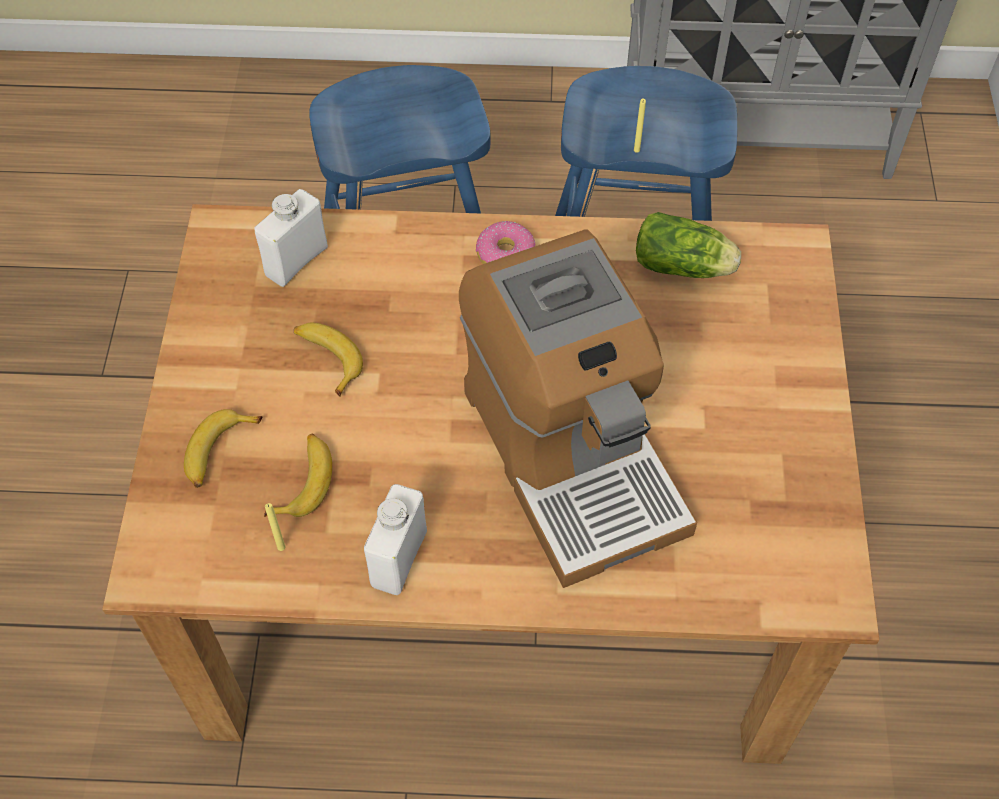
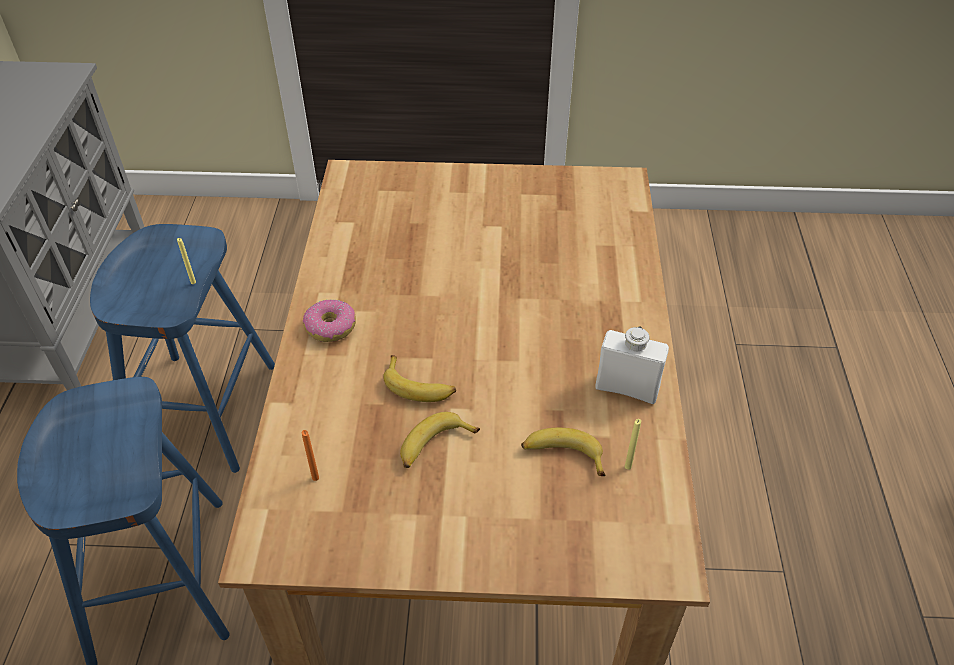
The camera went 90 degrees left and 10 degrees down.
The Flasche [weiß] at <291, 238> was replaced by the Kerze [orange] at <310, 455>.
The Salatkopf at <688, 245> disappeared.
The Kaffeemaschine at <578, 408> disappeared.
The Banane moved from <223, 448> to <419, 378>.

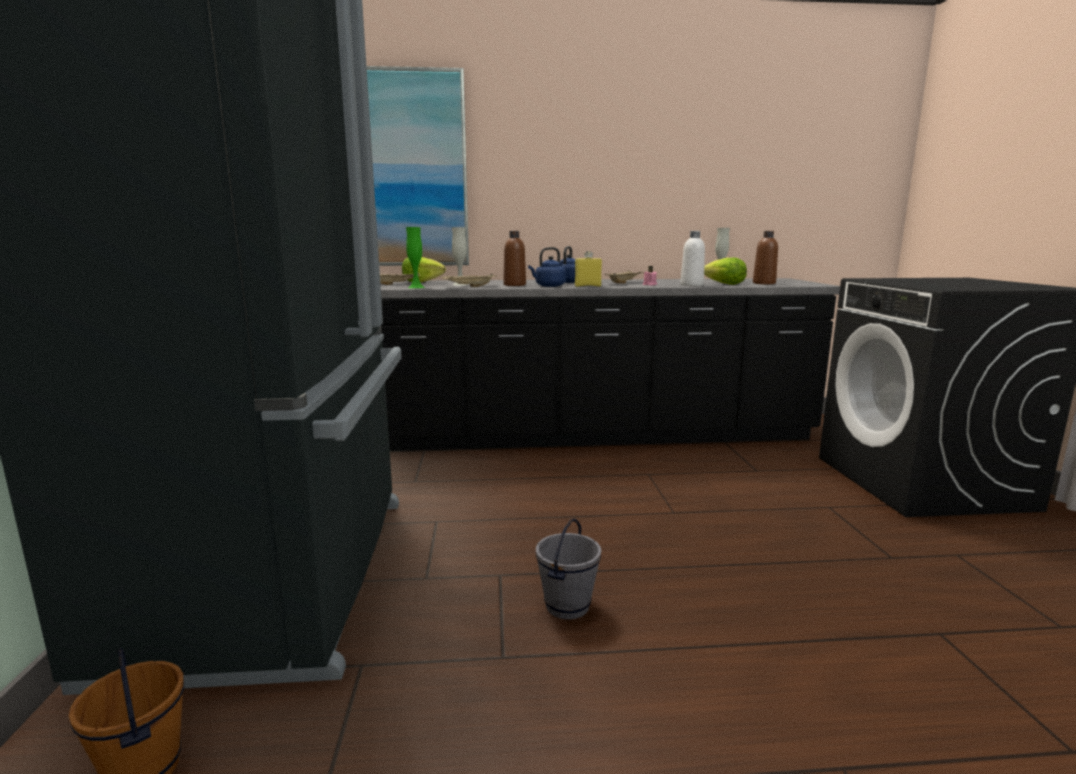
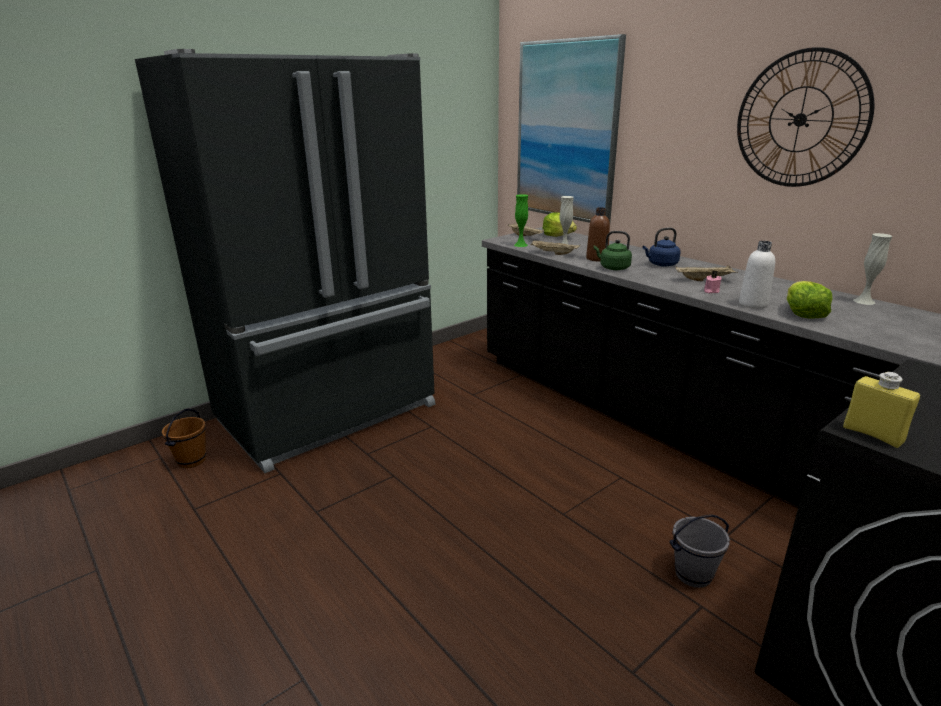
The camera went 55 degrees right and 10 degrees up.
The Flasche [braun] at <765, 257> disappeared.
The Wasserkessel [blau] at <547, 267> became the Wasserkessel [grün] at <613, 250>.
The Flasche [gelb] moved from <588, 269> to <881, 410>.
The Eimer [grau] moved from <569, 568> to <699, 551>.
The Wanduhr at <805, 117> appeared.

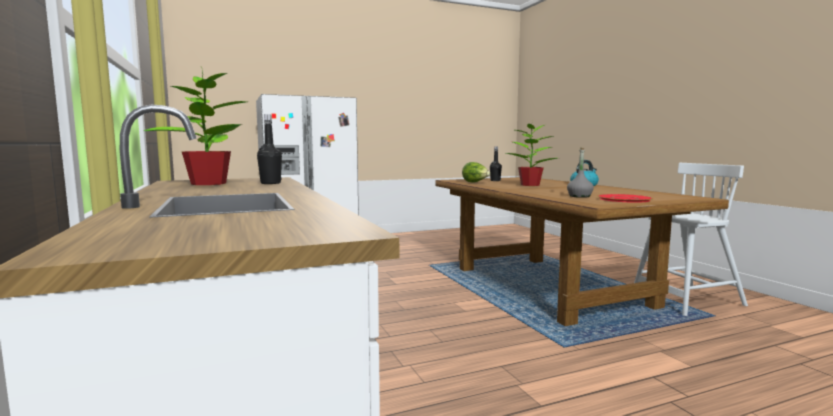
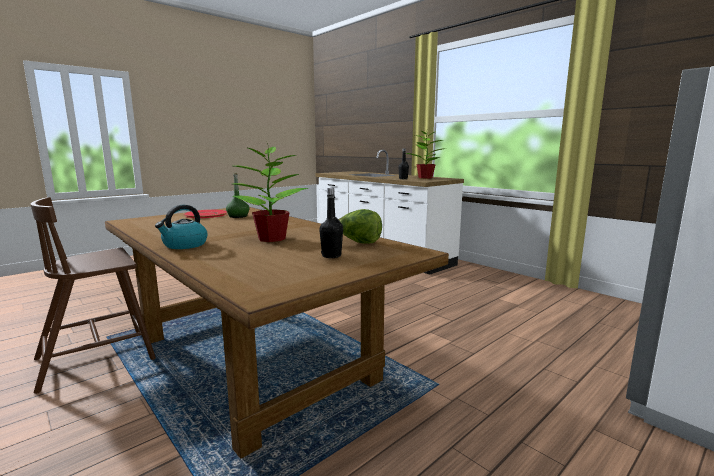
The camera went 160 degrees right and 5 degrees up.
The Flasche [grau] at <580, 173> became the Flasche [grün] at <238, 195>.
The Stuhl [weiß] at <691, 239> became the Stuhl [braun] at <93, 295>.

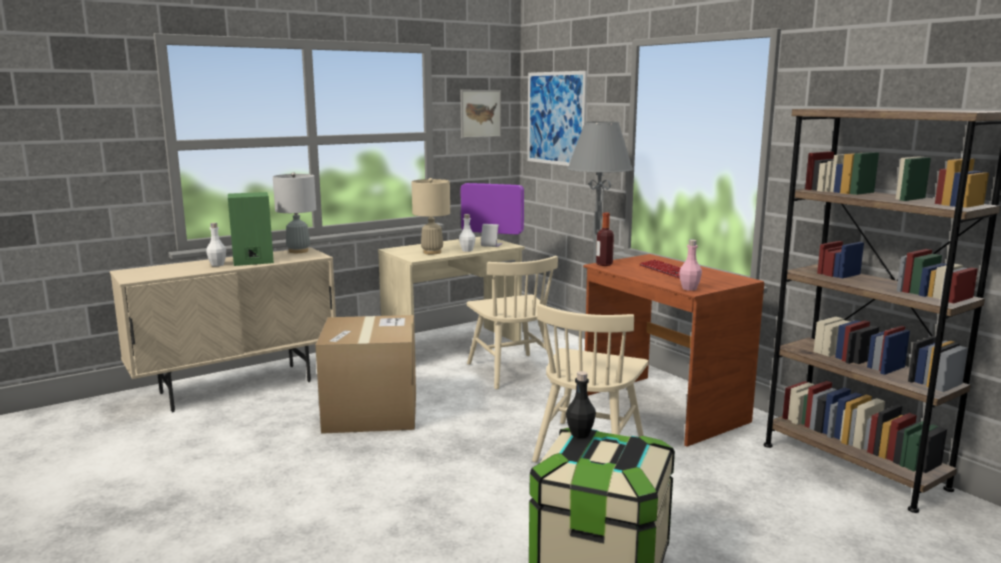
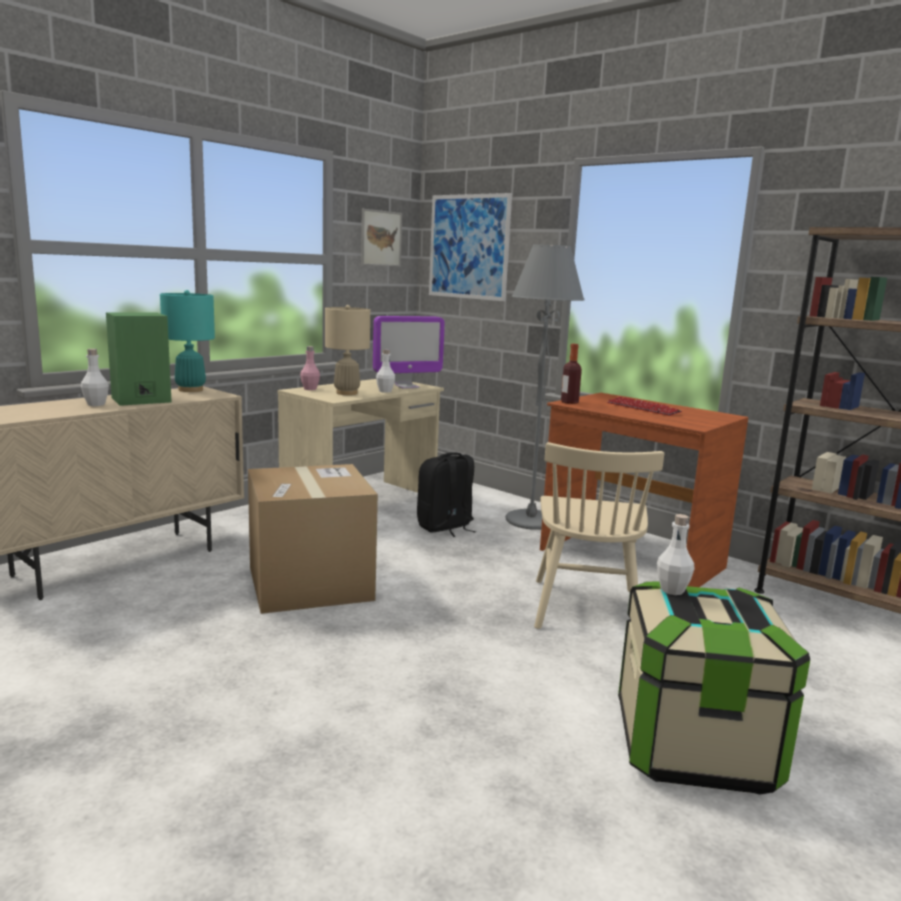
The camera went 15 degrees left and 0 degrees up.
The Tischlampe [grau] at <294, 212> became the Tischlampe [türkis] at <187, 341>.
The Monitor at <492, 215> turned 150 degrees clockwise.
The Flasche [rosa] moved from <690, 265> to <310, 368>.
The Stuhl [beige] at <512, 322> was replaced by the Rucksack [schwarz] at <446, 494>.
The Flasche [schwarz] at <581, 404> became the Flasche [weiß] at <675, 554>.

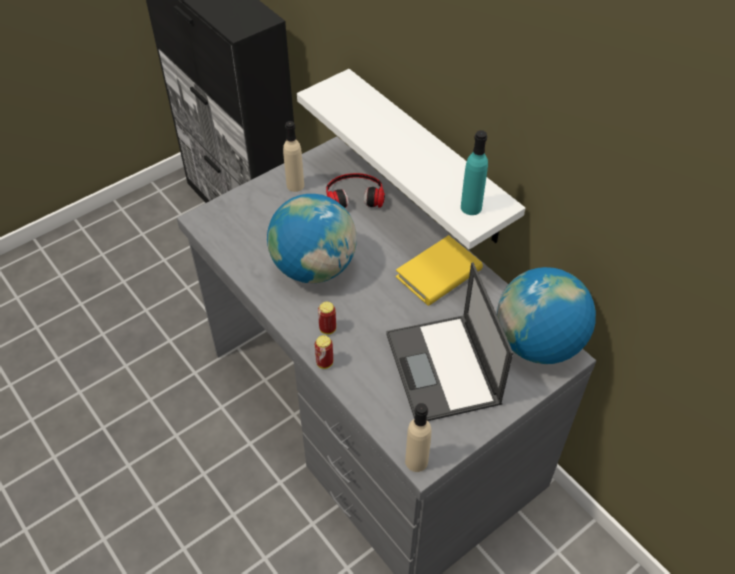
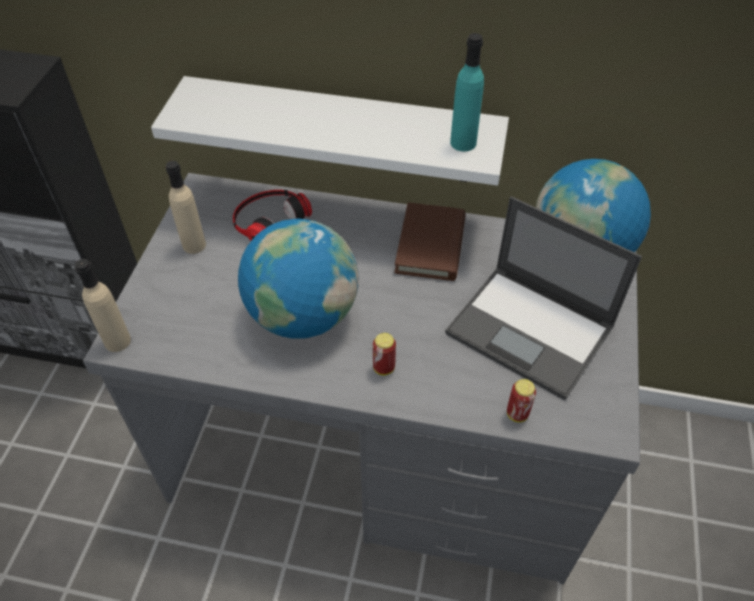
The camera went 40 degrees left and 0 degrees up.
The Buch [gelb] at <439, 270> became the Buch [braun] at <429, 241>.
The Dose moved from <324, 352> to <521, 400>.
The Flasche [beige] moved from <418, 437> to <103, 305>.

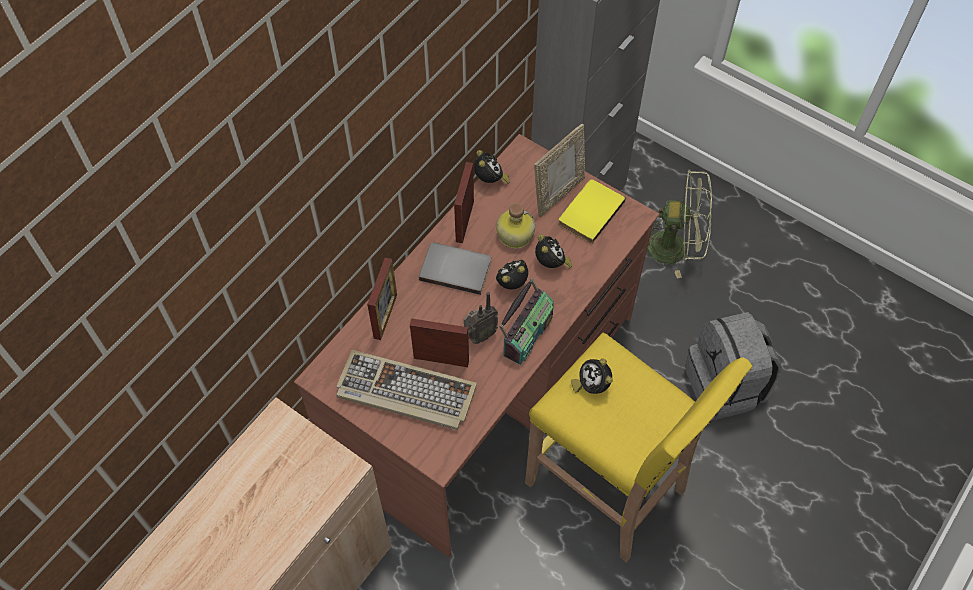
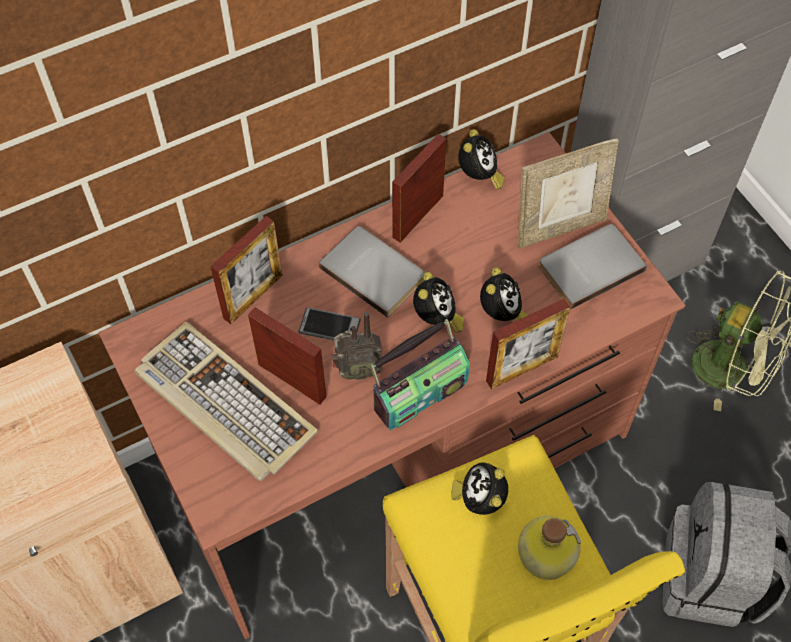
The camera went 25 degrees right and 0 degrees up.
The Buch [gelb] at <592, 211> became the Buch [grau] at <593, 266>.
The Flasche moved from <515, 226> to <549, 548>.
The Wecker at <512, 274> turned 105 degrees clockwise.
The Bilderrahmen at <528, 343> appeared.
The Handy at <329, 324> appeared.

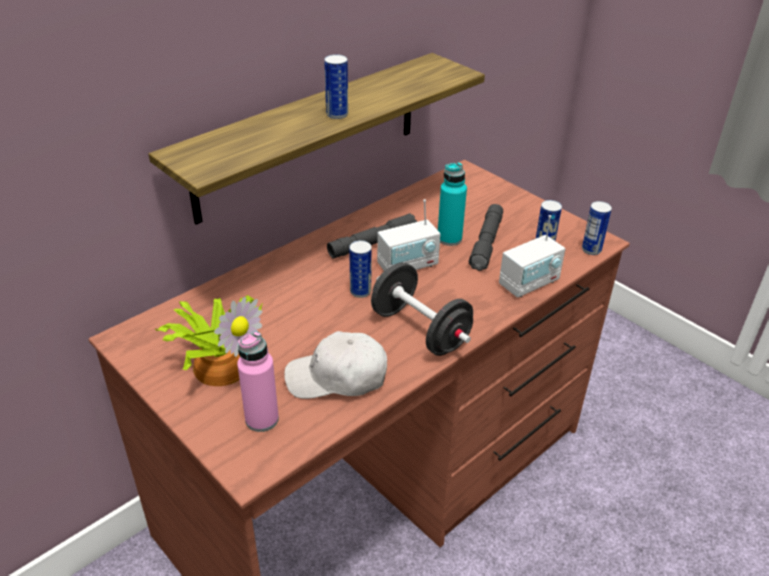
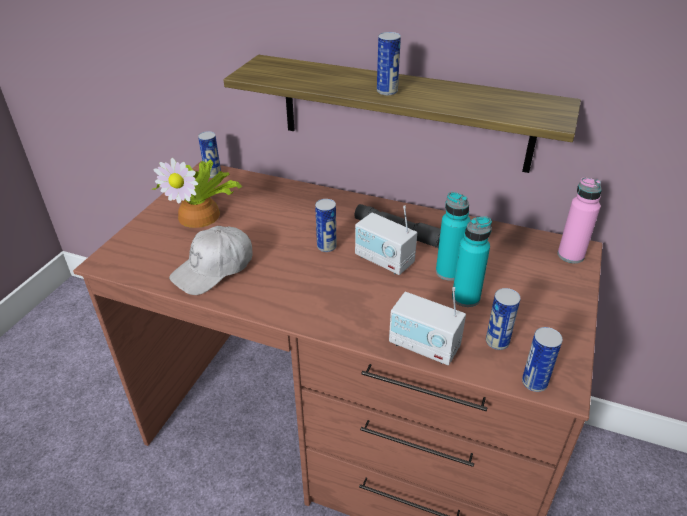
The camera went 65 degrees right and 0 degrees up.
The Taschenlampe [grau] at <486, 237> was replaced by the Flasche [türkis] at <472, 261>.
The Hantel [schwarz] at <422, 309> disappeared.
The Flasche [rosa] moved from <258, 381> to <580, 220>.
The Kappe [weiß] at <335, 365> turned 105 degrees counterclockwise.
The Dose at <209, 154> appeared.

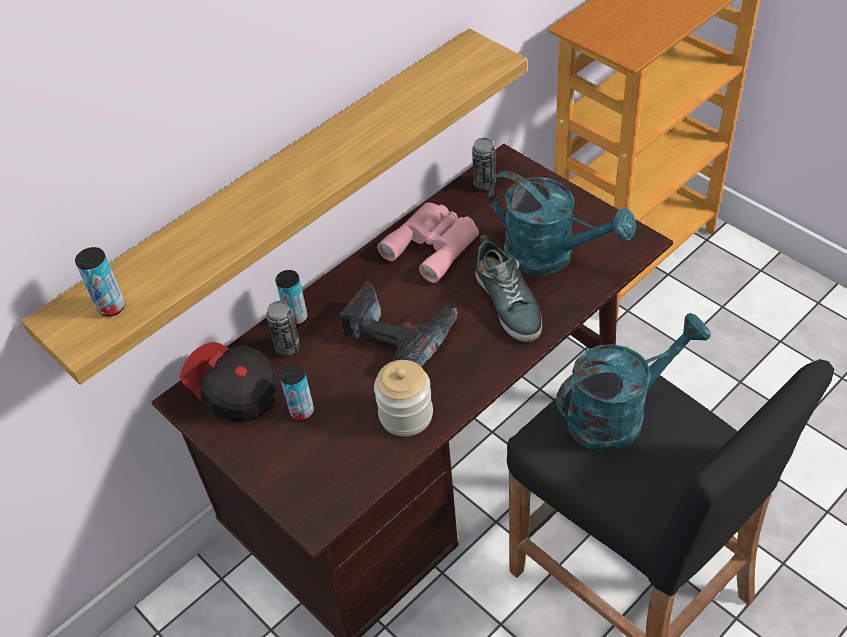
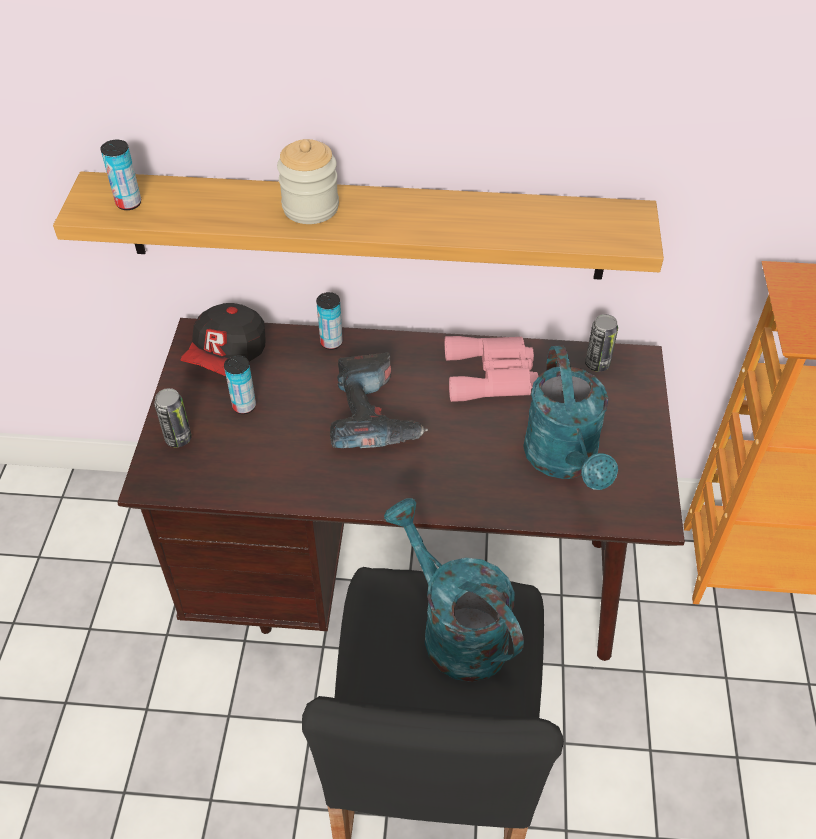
The camera went 45 degrees right and 0 degrees up.
The Schuh at <508, 288> disappeared.
The Dose moved from <283, 328> to <173, 417>.
The Gießkanne [türkis] at <633, 382> turned 150 degrees counterclockwise.
The Kappe at <229, 382> turned 150 degrees counterclockwise.
The Vorratsglas moved from <403, 398> to <308, 181>.

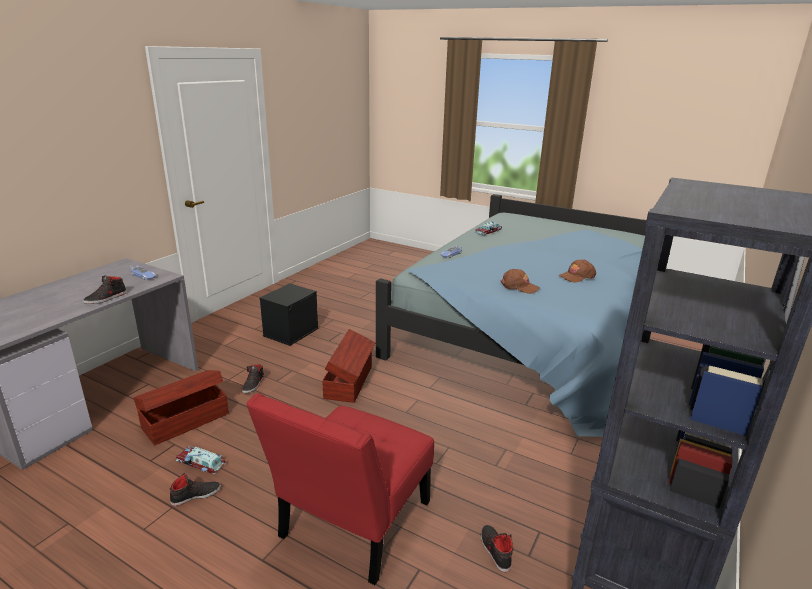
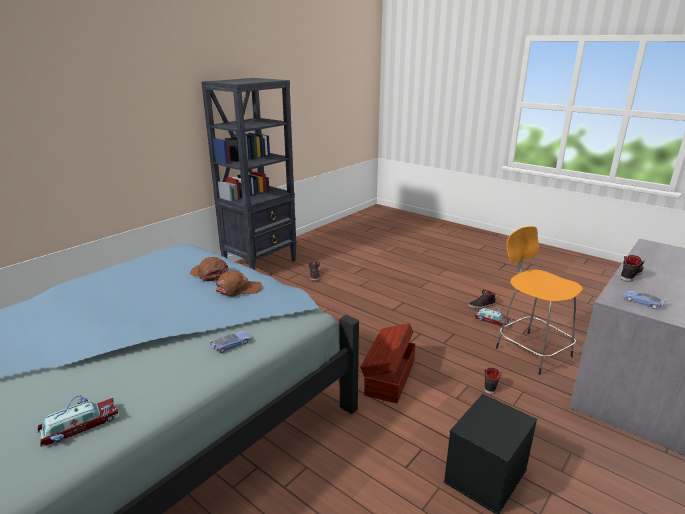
The camera went 170 degrees left and 0 degrees up.
The Kappe [braun] moved from <577, 271> to <239, 283>.
The Aufbewahrungsbox [braun] at <181, 407> was replaced by the Hocker [orange] at <539, 300>.
The Stuhl [rot] at <340, 489> disappeared.

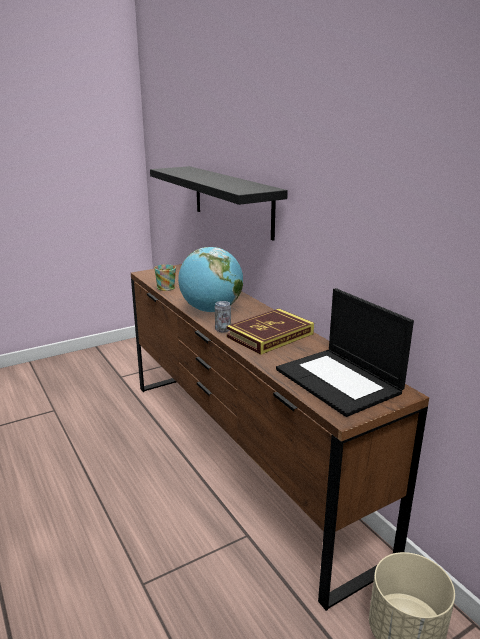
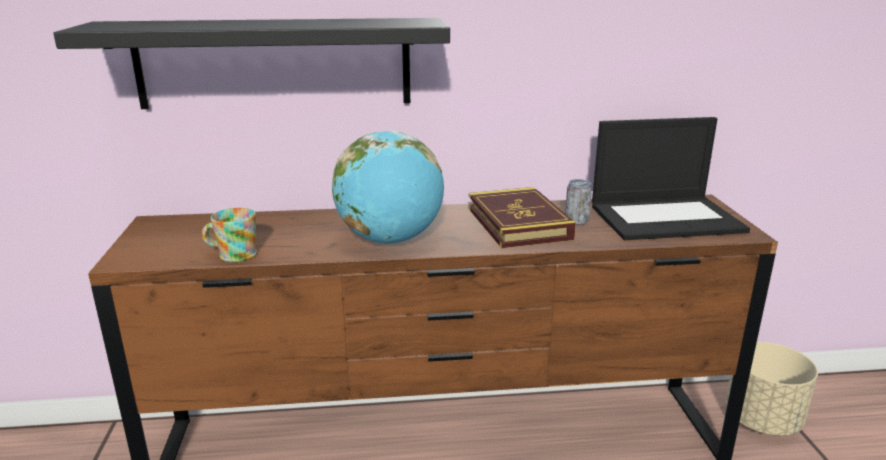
The camera went 65 degrees left and 0 degrees up.
The Dose moved from <223, 316> to <578, 202>.

